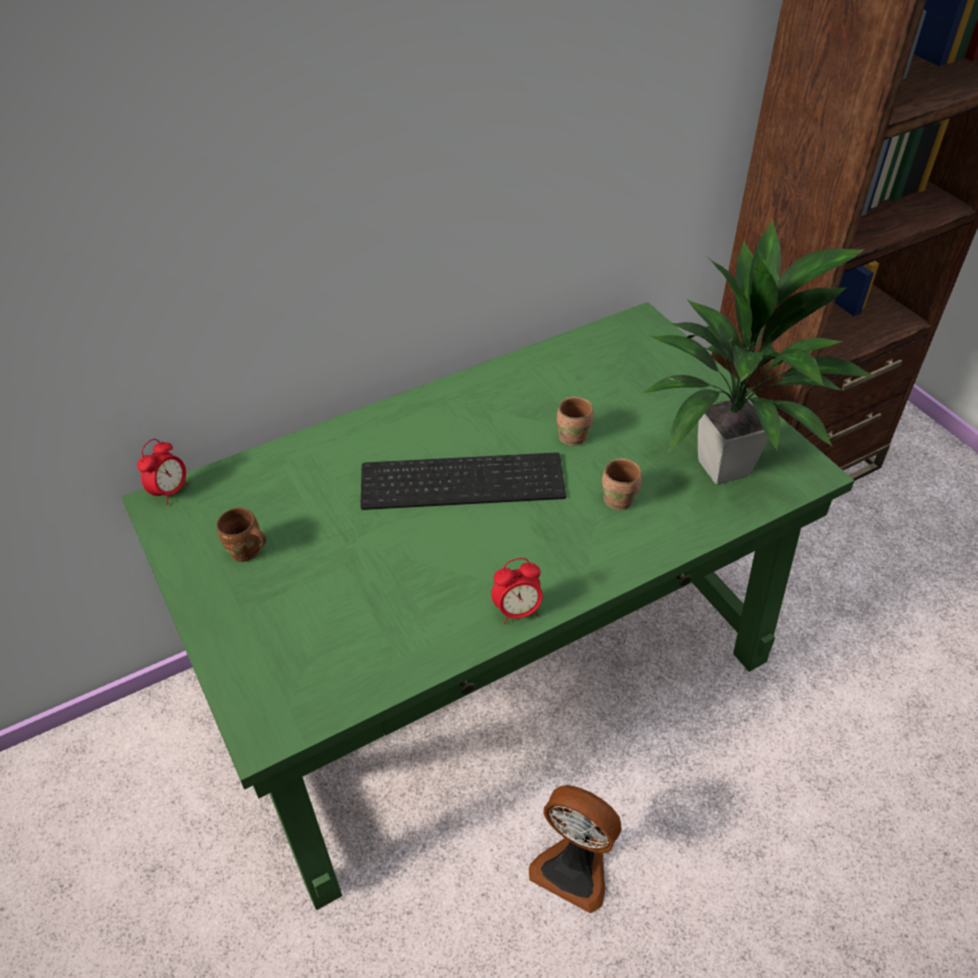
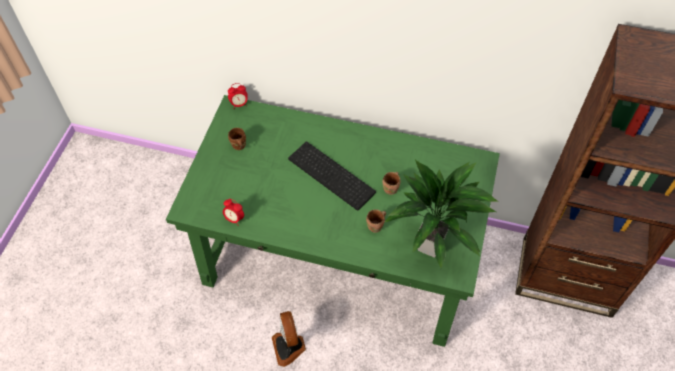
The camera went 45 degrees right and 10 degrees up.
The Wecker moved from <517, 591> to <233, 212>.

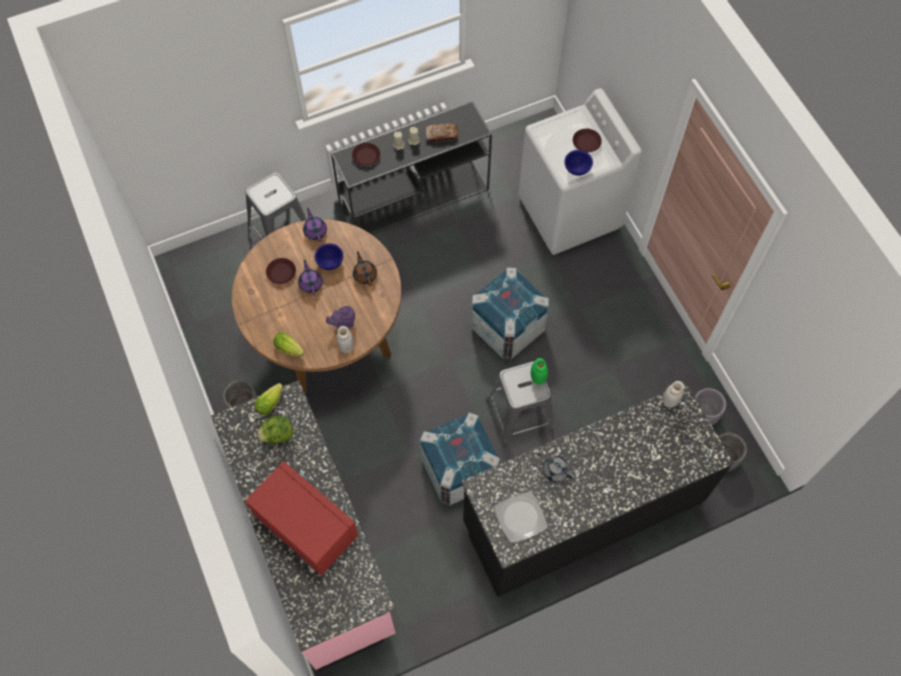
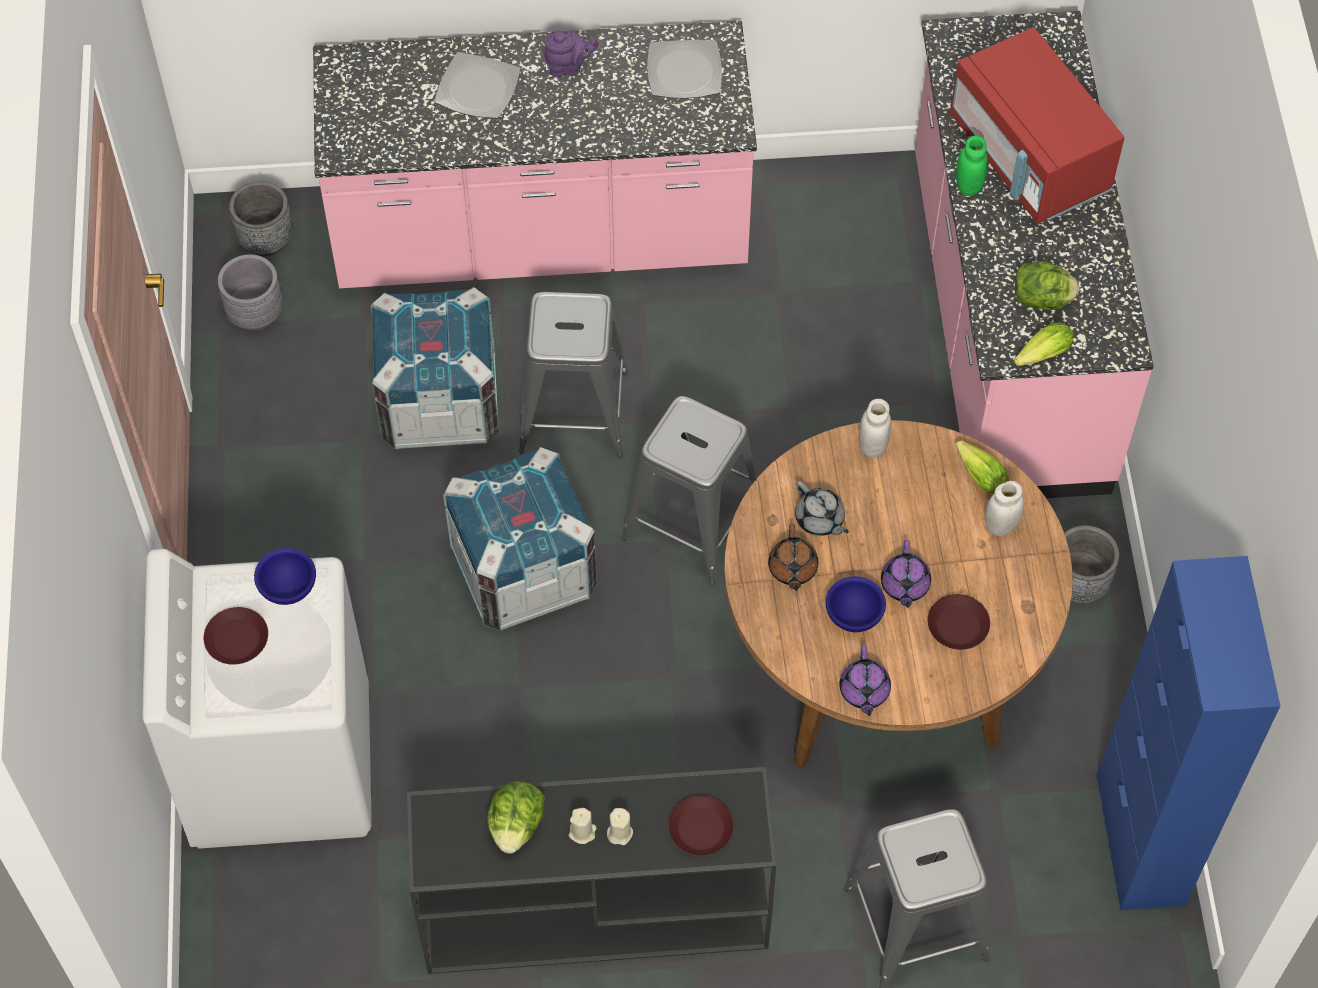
The camera went 160 degrees left and 5 degrees down.
The Brot at <441, 132> was replaced by the Salatkopf at <516, 817>.
The Teekanne [lila] moved from <340, 317> to <571, 54>.
The Vorratsglas [grün] moved from <539, 371> to <972, 166>.
The Vorratsglas [weiß] moved from <673, 394> to <1004, 508>.
The Küchenzeile [schwarz] at <597, 490> became the Küchenzeile [rosa] at <535, 154>.
The Kiste moved from <460, 458> to <434, 368>.
The Teekanne [grau] moved from <556, 467> to <822, 508>.
The Teller at <477, 85> appeared.
The Hocker [grau] at <688, 490> appeared.
The Schrank [blau] at <1188, 733> appeared.

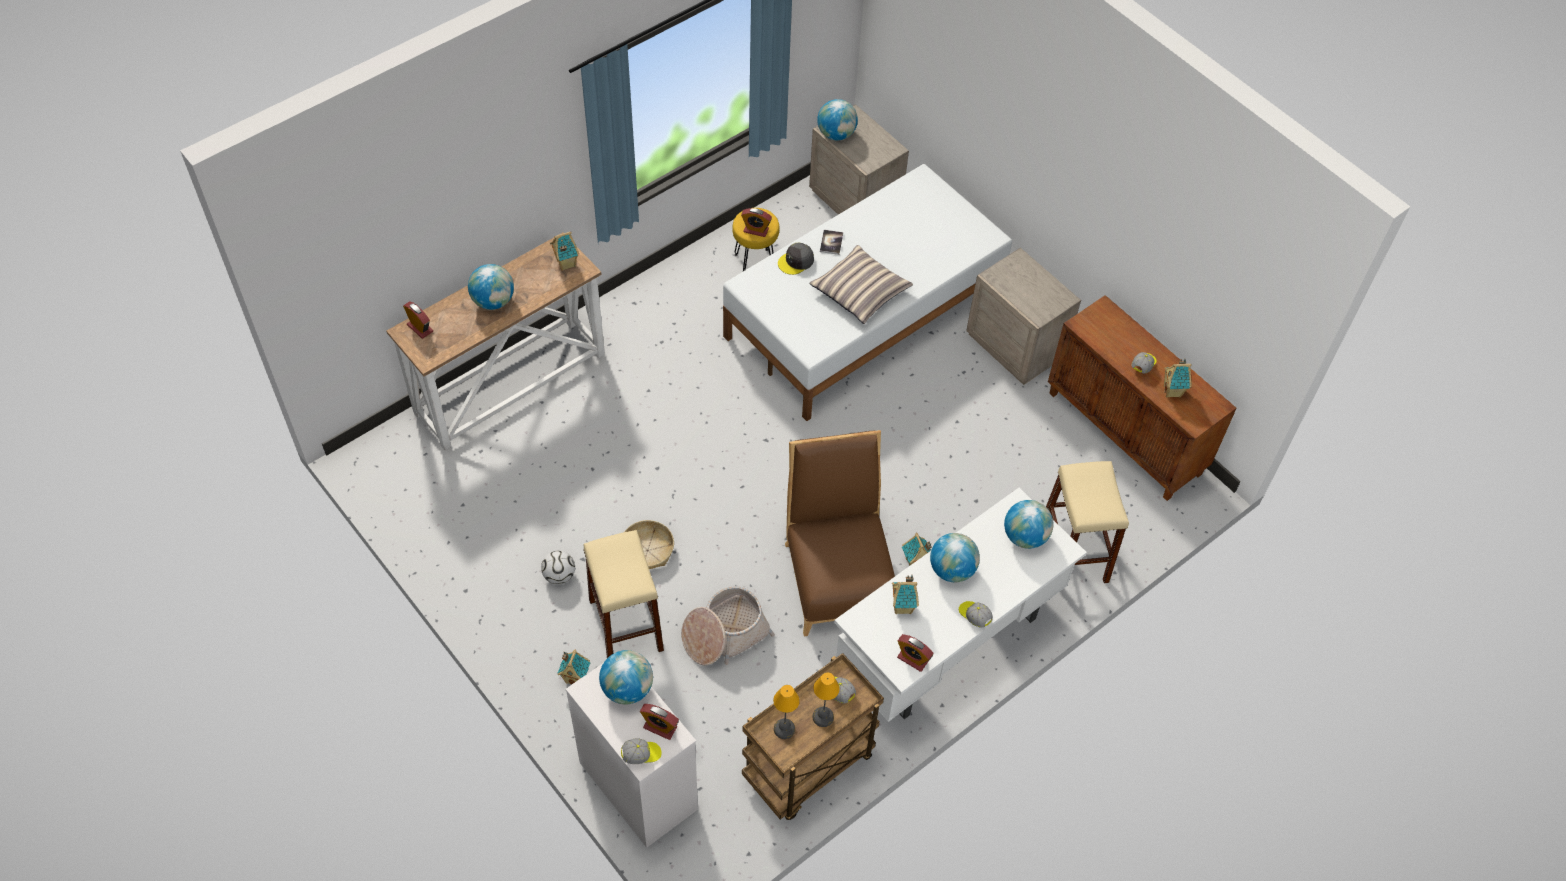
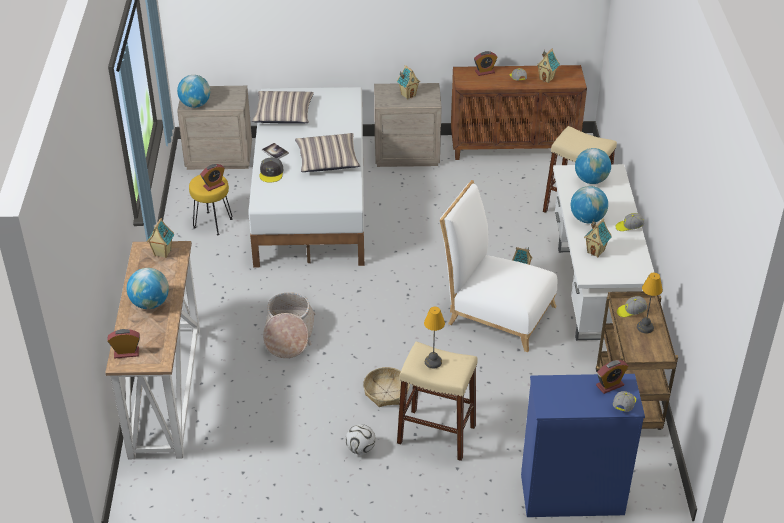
The camera went 50 degrees left and 15 degrees down.
The Stuhl [braun] at <840, 533> became the Stuhl [weiß] at <498, 266>.
The Korb moved from <728, 626> to <289, 325>.
The Wecker moved from <915, 653> to <485, 63>.
The Spielzeughaus moved from <573, 667> to <408, 82>.
The Globus at <626, 677> disappeared.
The Kommode [weiß] at <632, 756> became the Kommode [blau] at <583, 445>.
The Tischlampe moved from <786, 712> to <434, 337>.
The Kissen at <283, 107> appeared.

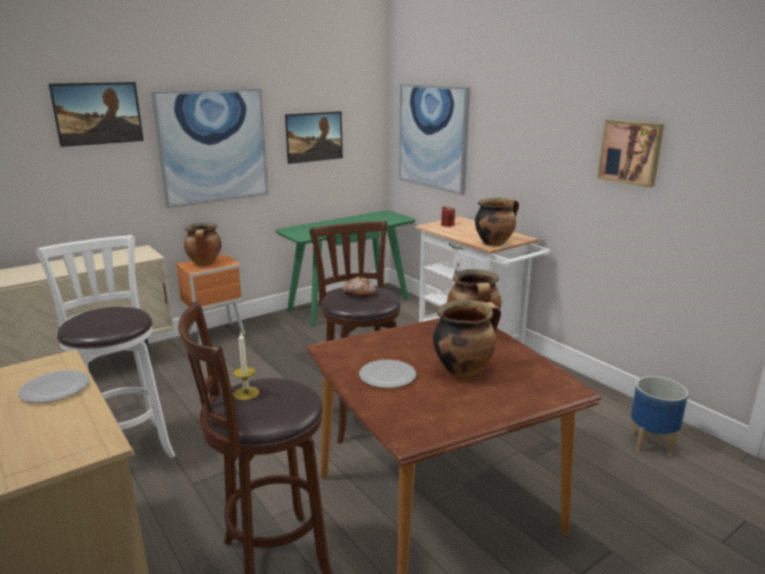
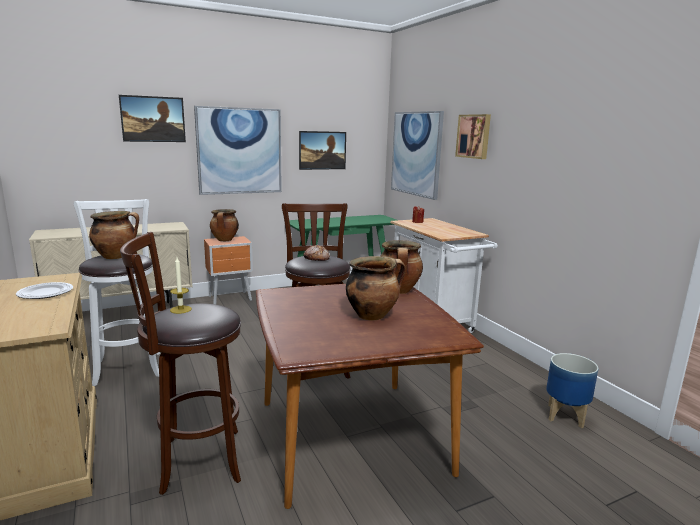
The camera went 10 degrees right and 5 degrees down.
The Bild moved from <631, 153> to <473, 136>.
The Kochtopf moved from <497, 222> to <114, 235>.
The Teller at <387, 374> disappeared.

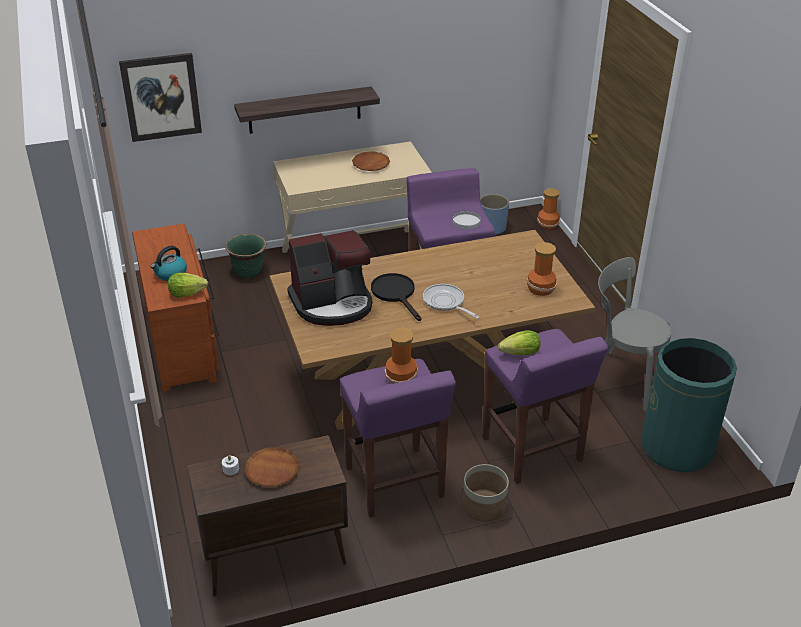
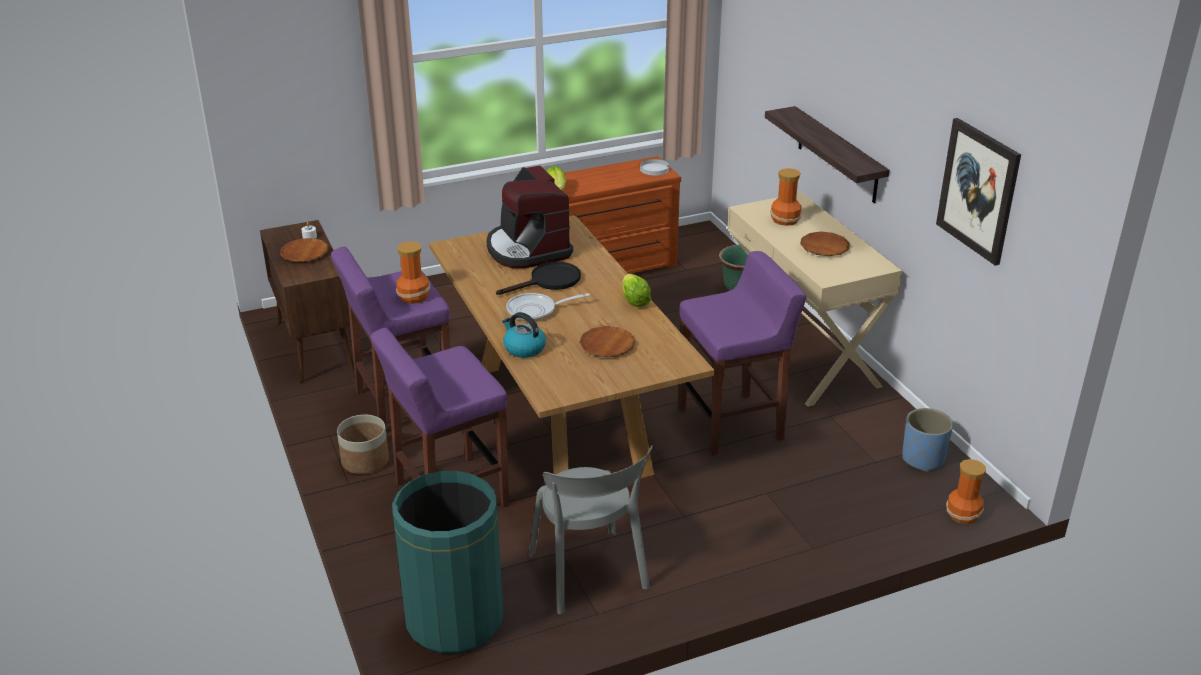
The camera went 85 degrees right and 5 degrees down.
The Bild moved from <160, 97> to <978, 192>.
The Teller [weiß] moved from <466, 220> to <654, 167>.
The Vase moved from <542, 269> to <786, 197>.
The Wasserkessel moved from <168, 263> to <524, 335>.
The Stuhl [grau] at <634, 334> turned 135 degrees clockwise.
The Pfanne at <451, 301> turned 150 degrees counterclockwise.
The Salatkopf moved from <519, 342> to <636, 290>.
The Teller [braun] at <607, 341> appeared.

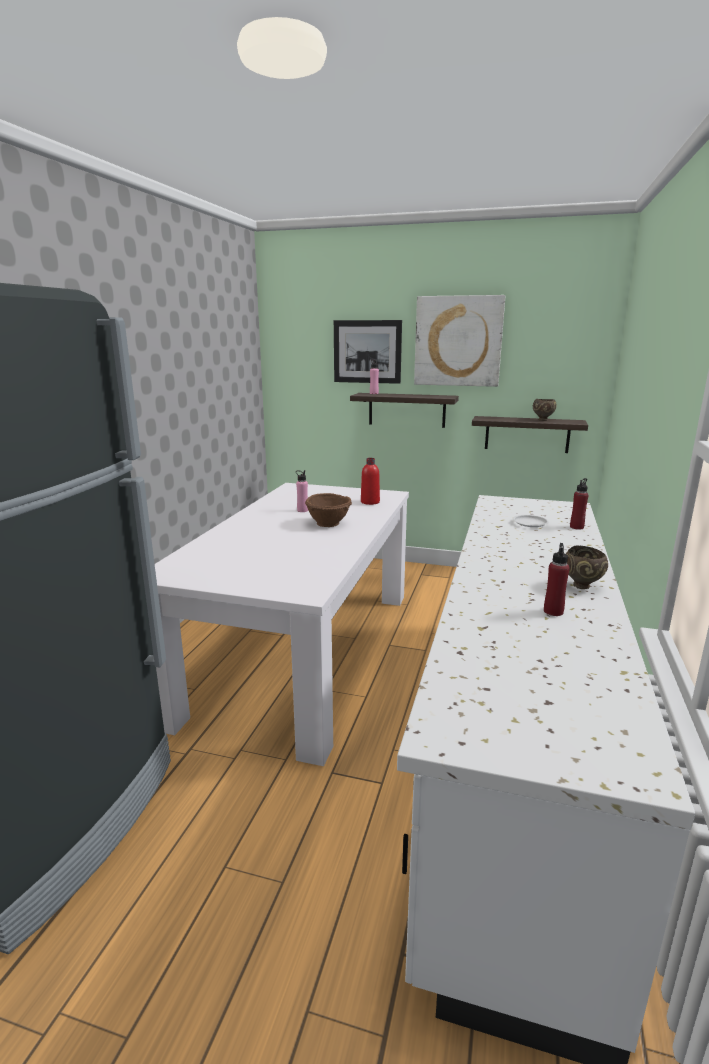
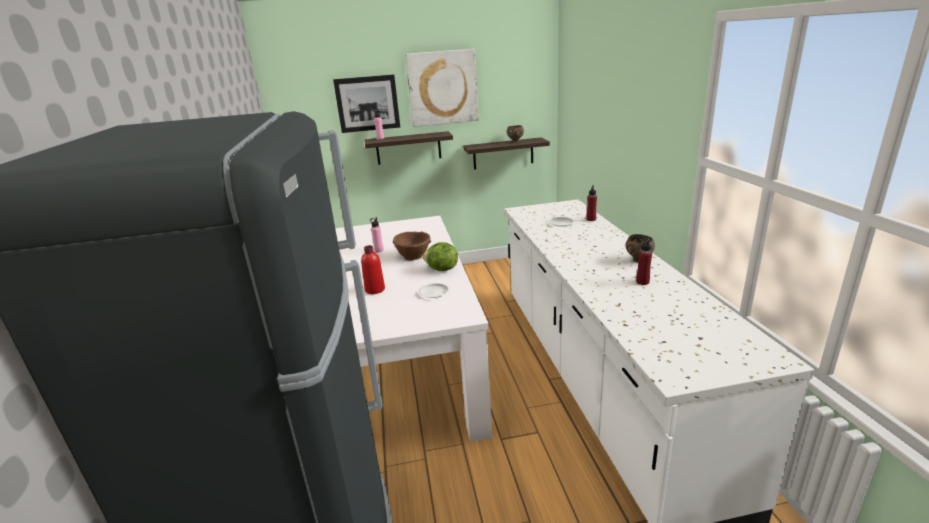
The camera went 25 degrees left and 5 degrees up.
The Flasche [rot] moved from <370, 481> to <373, 269>.
The Salatkopf at <440, 256> appeared.
The Teller [weiß] at <434, 290> appeared.

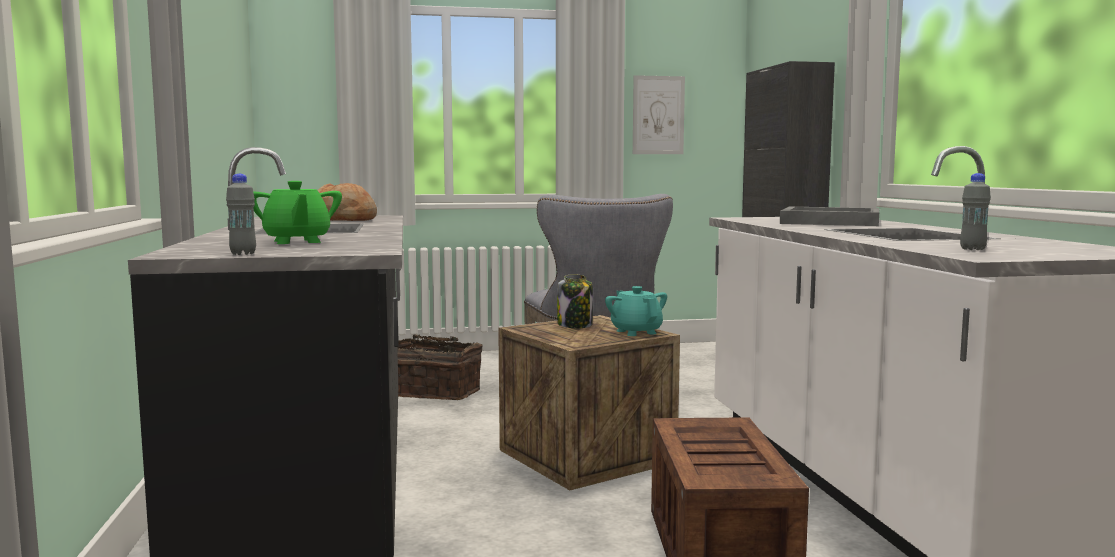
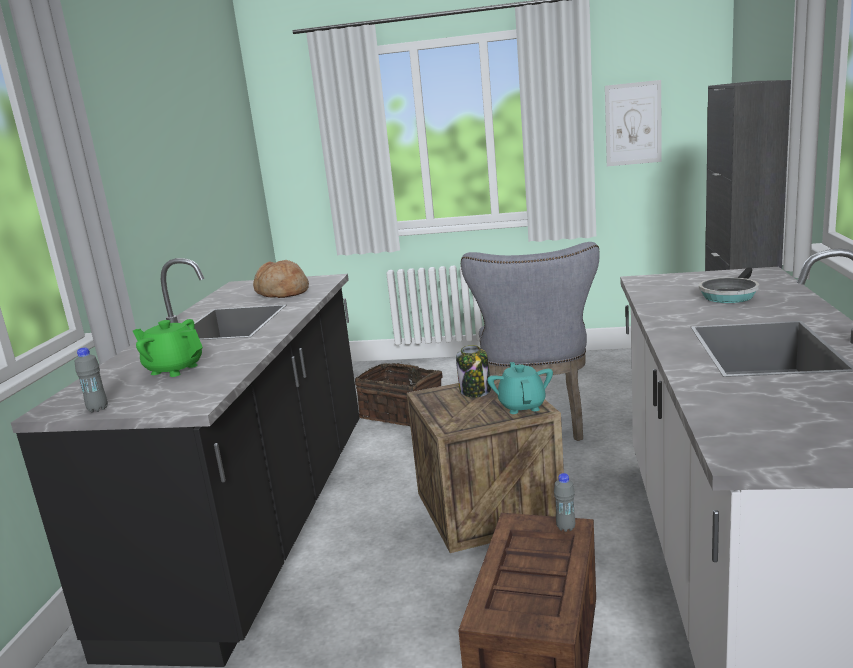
The camera went 20 degrees right and 10 degrees up.
The Flasche [grau] moved from <975, 211> to <564, 502>.
The Teekanne [grün] at <297, 212> turned 120 degrees clockwise.
The Tablett [grau] at <829, 216> was replaced by the Pfanne at <729, 285>.

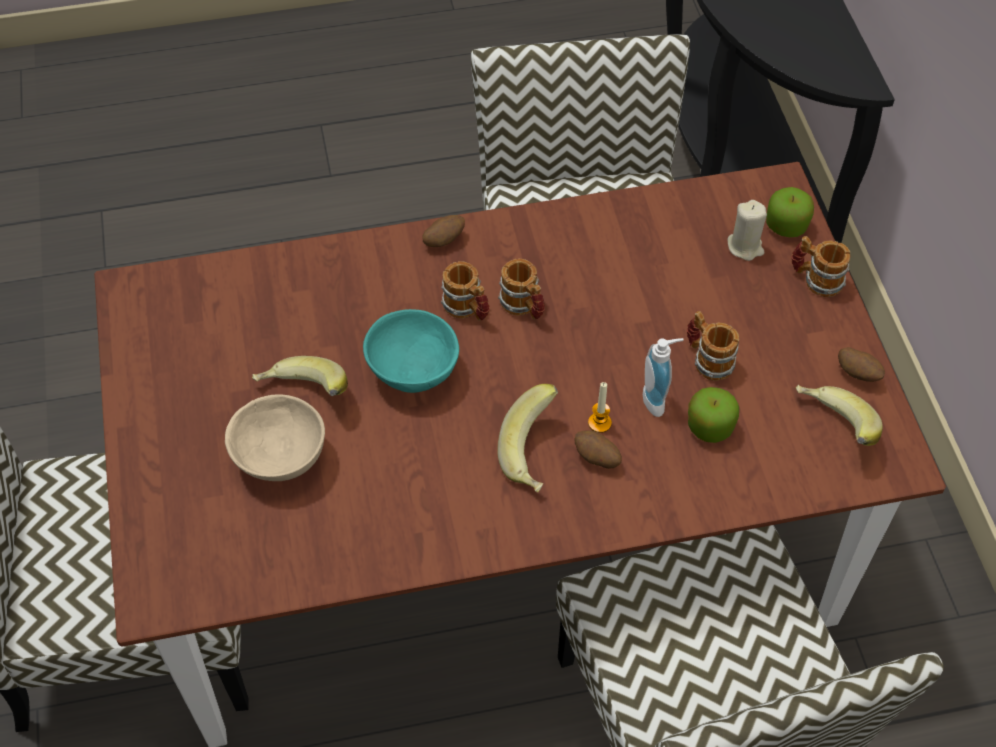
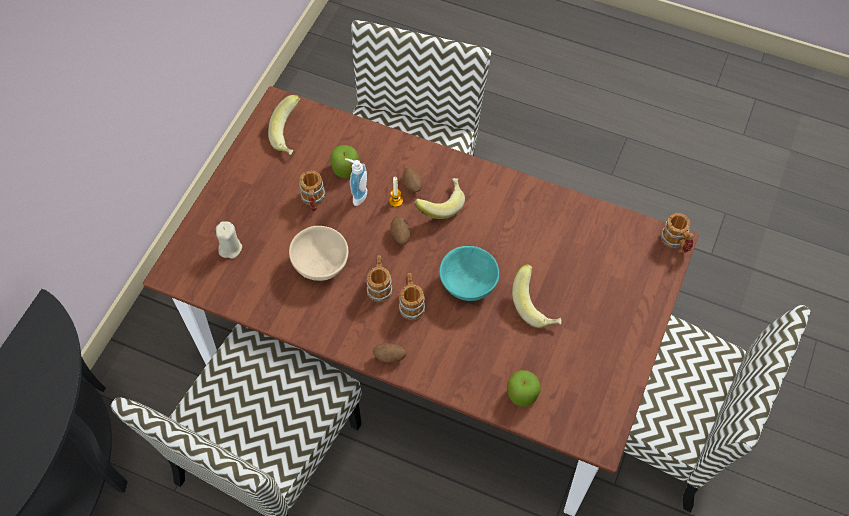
The camera went 145 degrees left and 5 degrees up.
The Apfel moved from <790, 212> to <524, 388>.
The Henkelbecher moved from <821, 266> to <677, 233>.
The Kartoffel moved from <861, 364> to <400, 230>.
The Schüssel [beige] moved from <275, 438> to <318, 253>.

